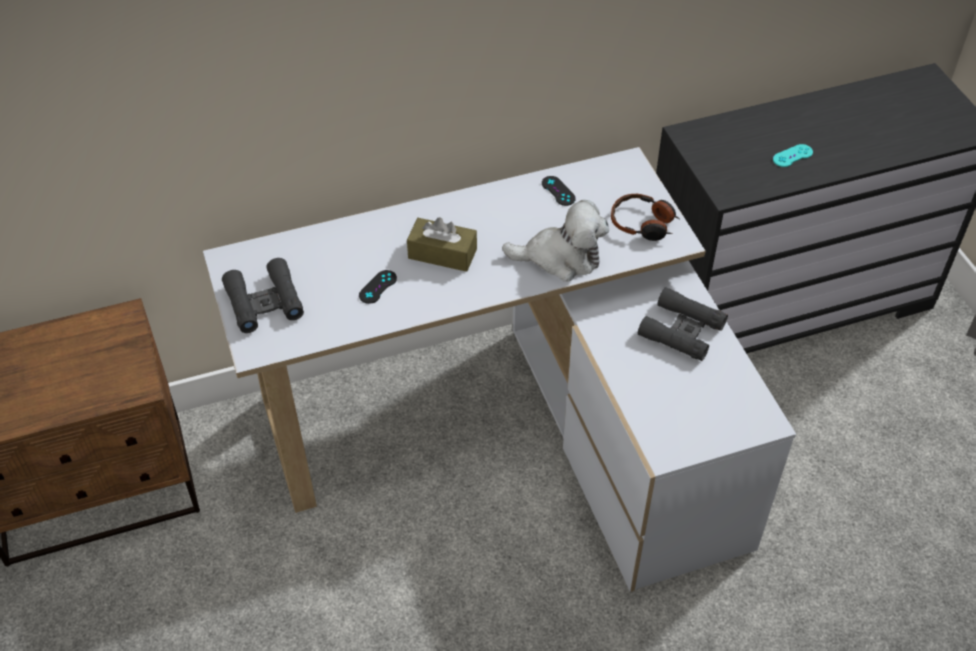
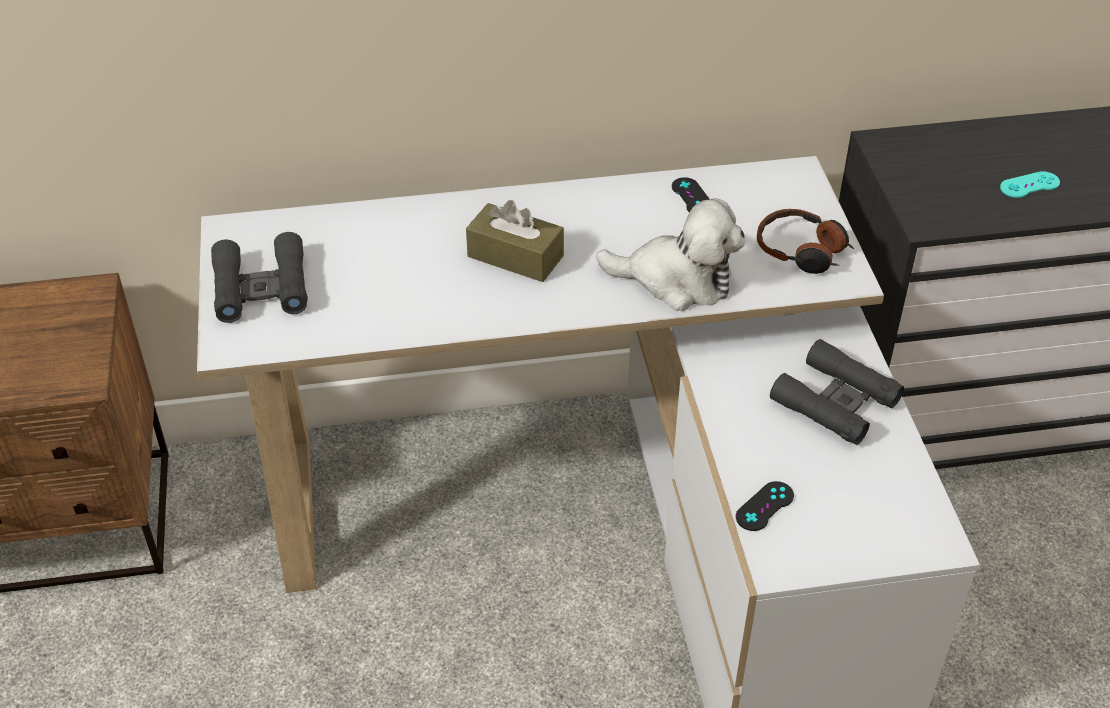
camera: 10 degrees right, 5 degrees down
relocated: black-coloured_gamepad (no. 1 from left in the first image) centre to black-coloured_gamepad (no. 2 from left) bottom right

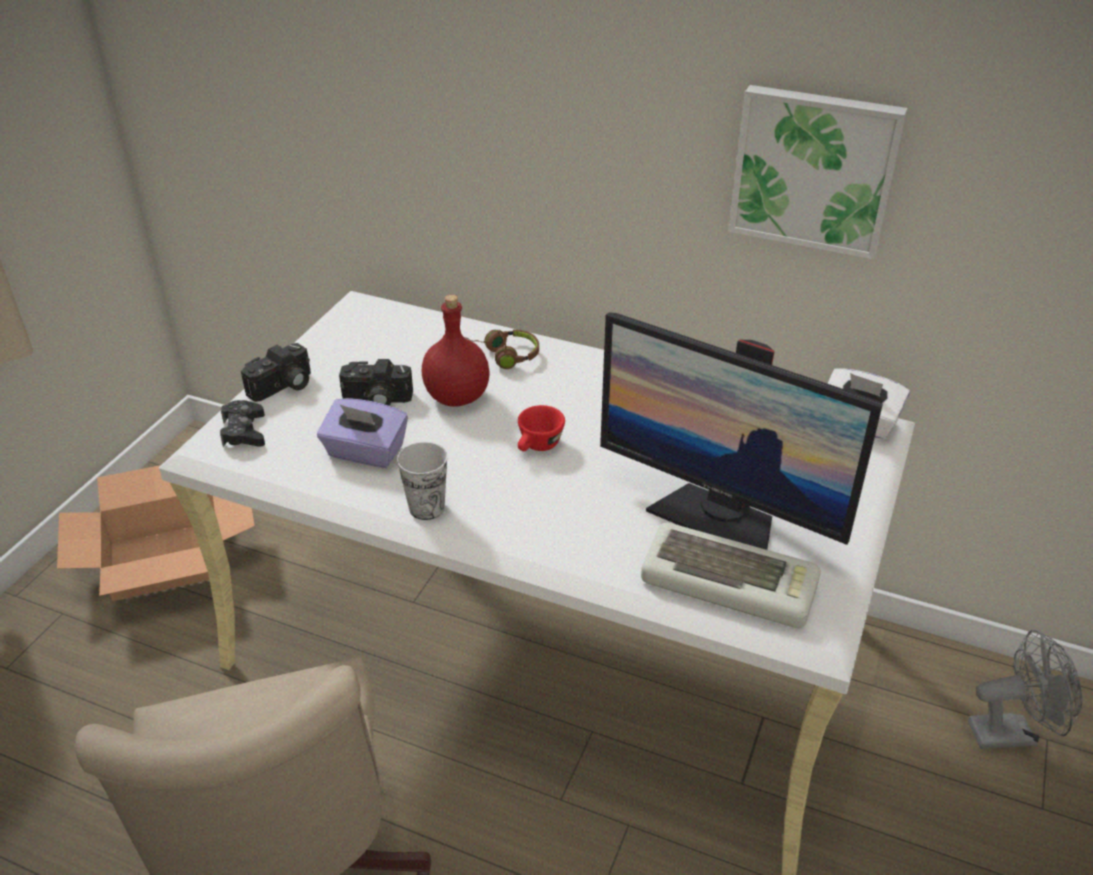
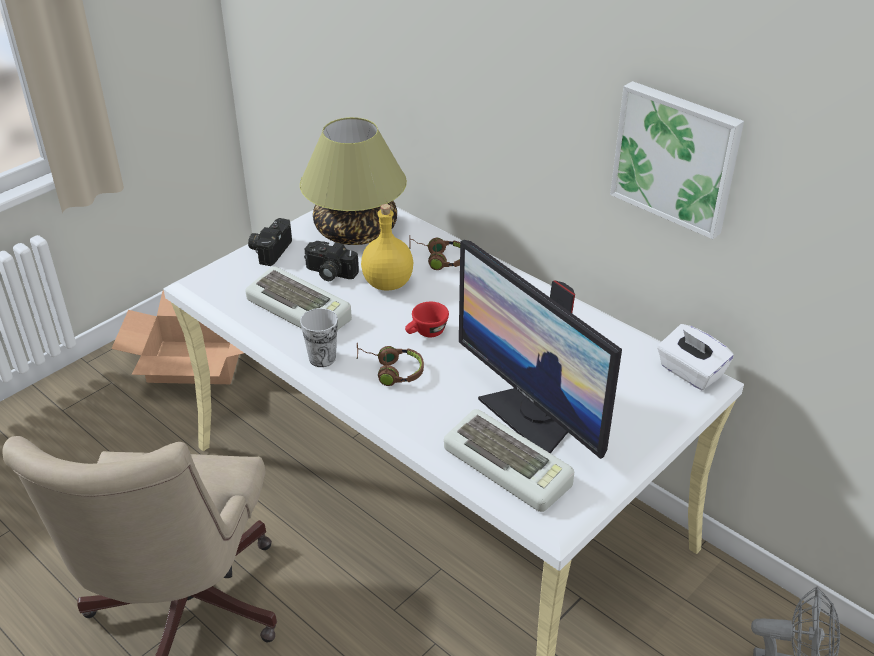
camera: 20 degrees right, 0 degrees up
missing: black-coloured_gamepad middle left
appeared: lamp_for_a_table top centre; brownish_headphones (no. 1 from left) centre
exchanged: purple_tissue_box middle left to computer_keyboard (no. 1 from left) centre
colour: red_bottle centre to yellowish_bottle centre
spun: photo_camera (no. 1 from left) middle left = middle left 135 degrees clockwise

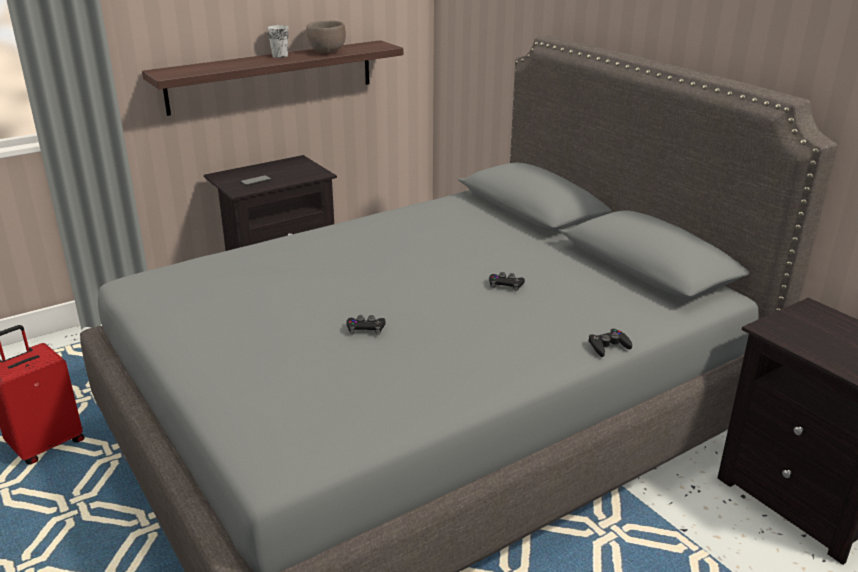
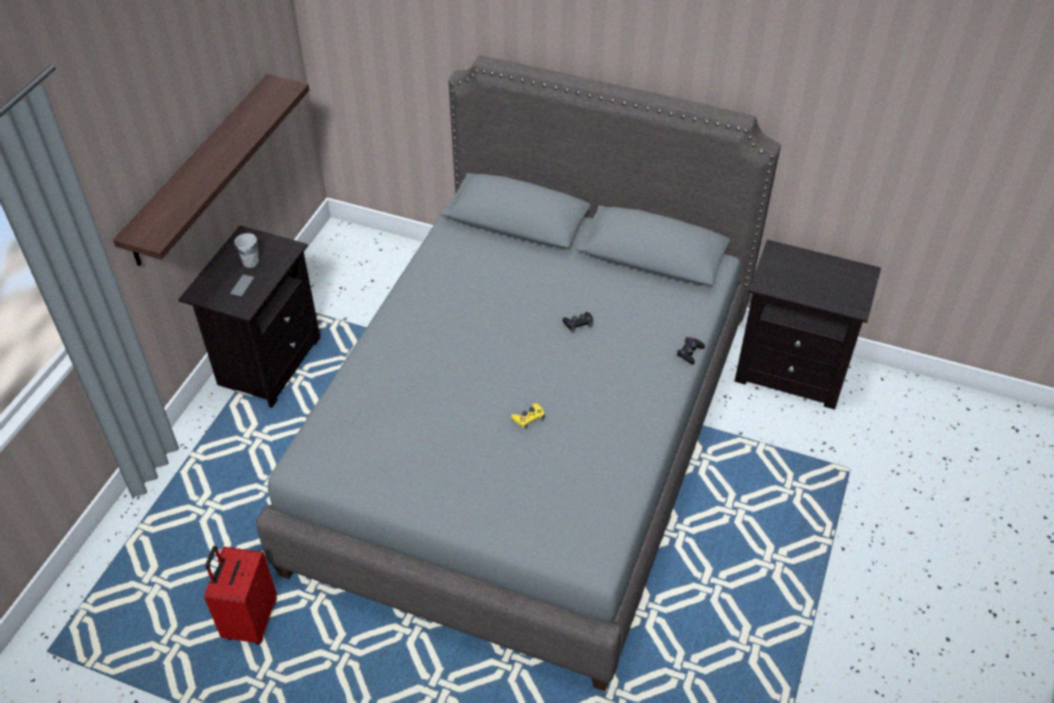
camera: 35 degrees left, 20 degrees up
missing: brownish_bowl top centre
relocated: cup top left to middle left
colour: black-coloured_gamepad (no. 1 from left) centre to yellowish_gamepad centre

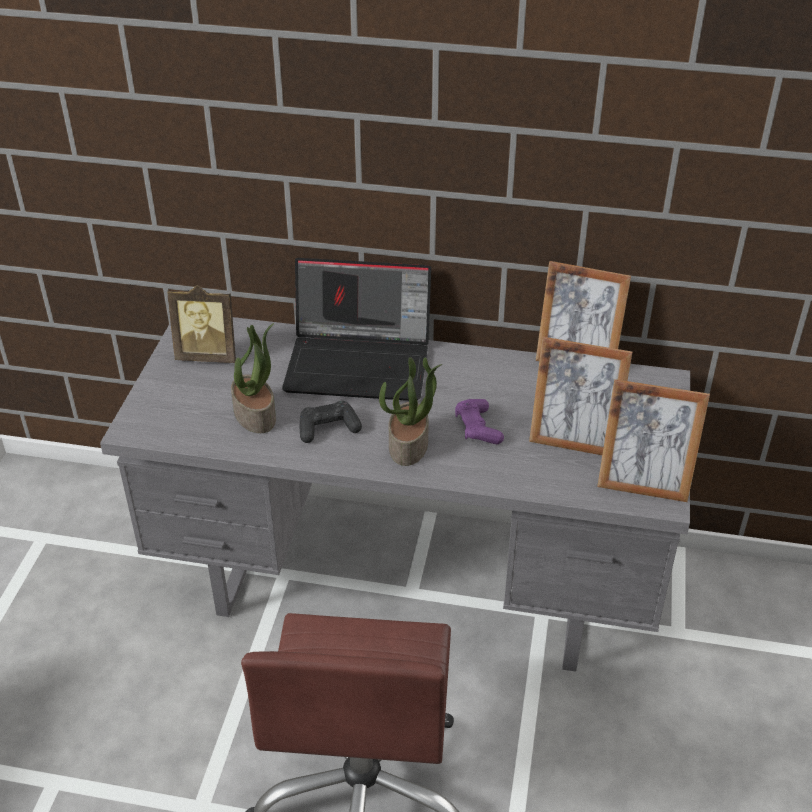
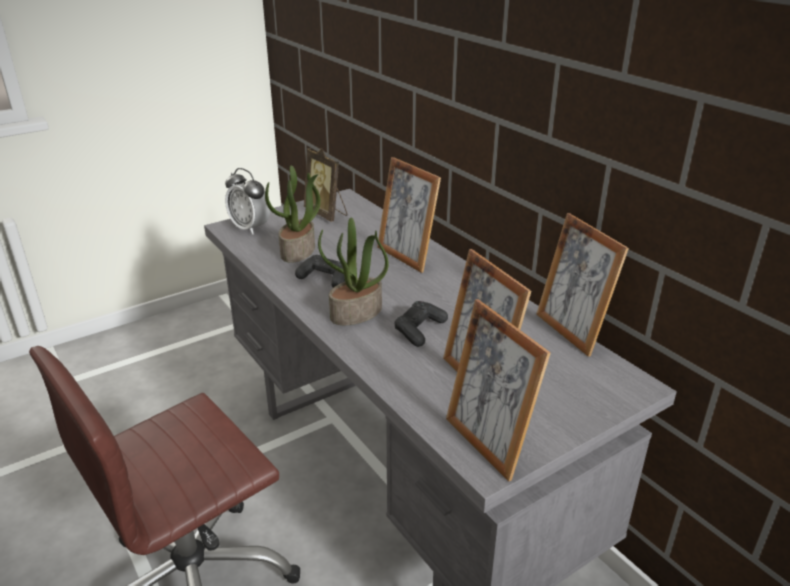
camera: 45 degrees right, 10 degrees down
appeared: table_clock middle left
exchanged: portable_computer centre to photo_frame (no. 2 from left) centre
colour: purple_gamepad centre to black-coloured_gamepad (no. 2 from left) centre

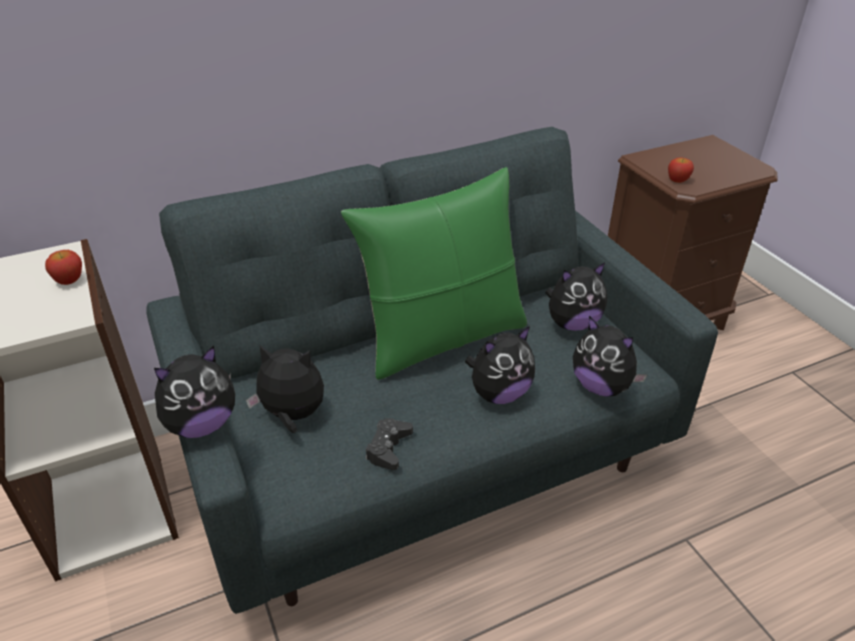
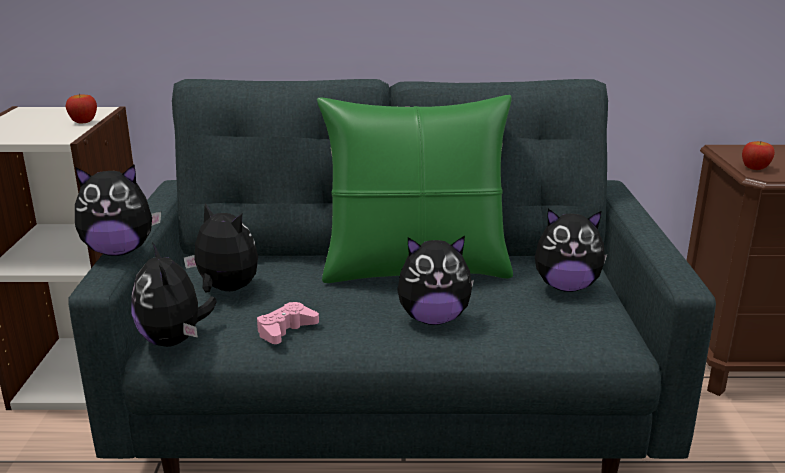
camera: 25 degrees right, 15 degrees down
relocated: plush_toy (no. 5 from left in the first image) middle right to plush_toy (no. 2 from left) middle left
colour: black-coloured_gamepad bottom centre to pinkish_gamepad bottom centre

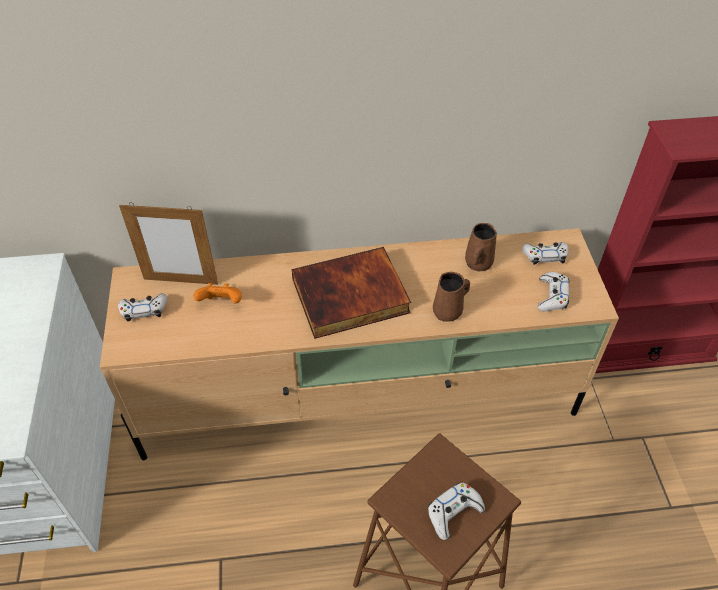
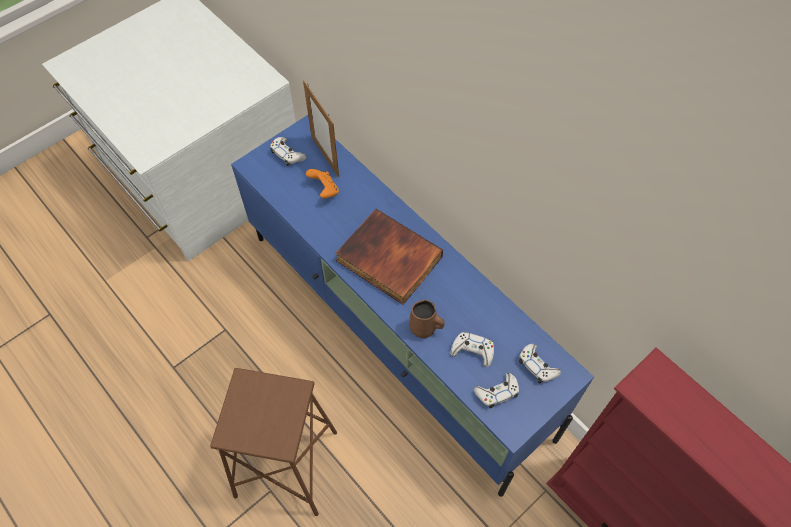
camera: 55 degrees right, 10 degrees up
missing: brownish_tea_mug (no. 2 from left) middle right
relocated: white-coloured_gamepad (no. 2 from left) bottom centre to centre
colour: beige-coloured_media_console centre to blue_media_console centre

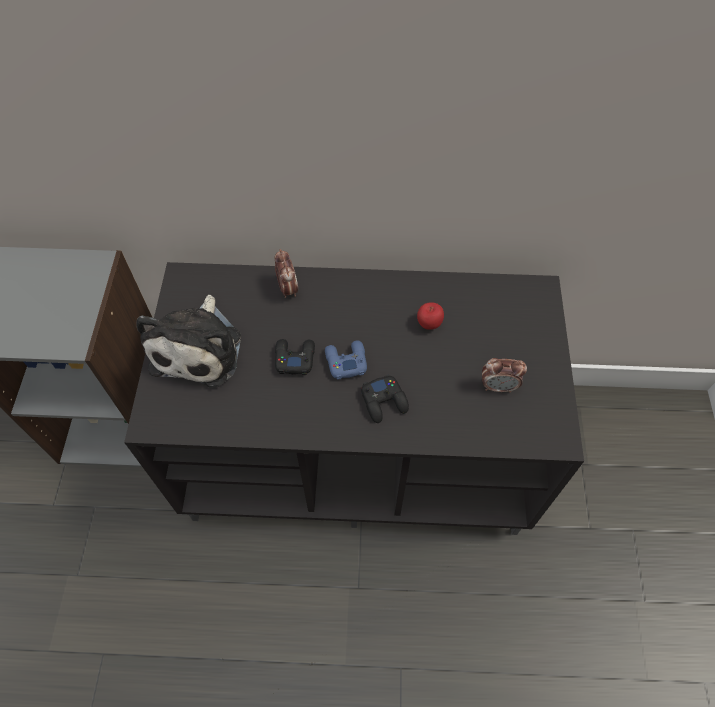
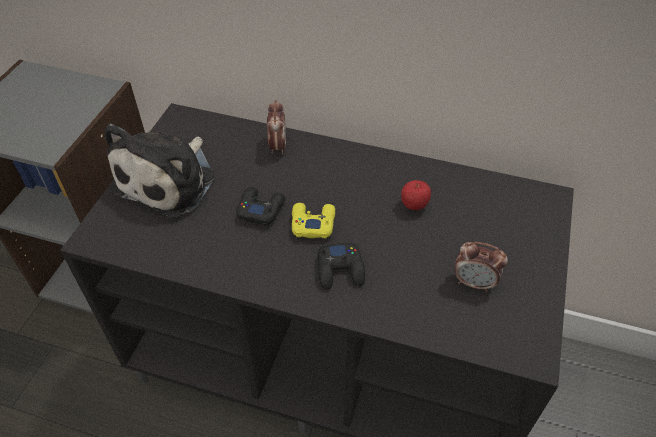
camera: 15 degrees right, 10 degrees down
colour: blue_gamepad centre to yellowish_gamepad centre

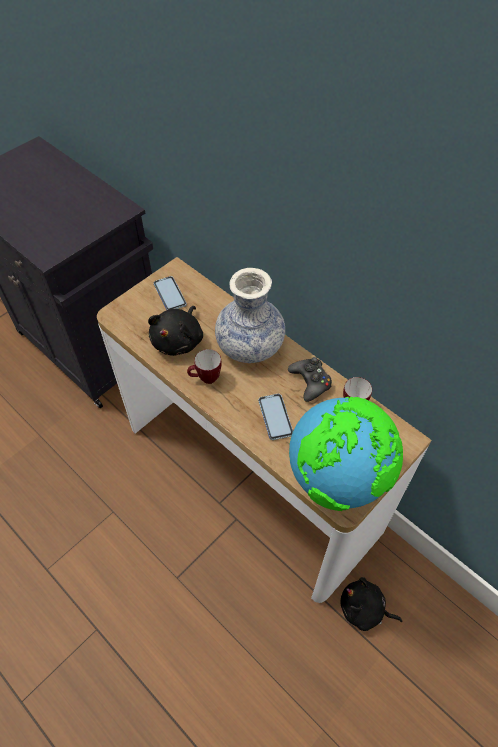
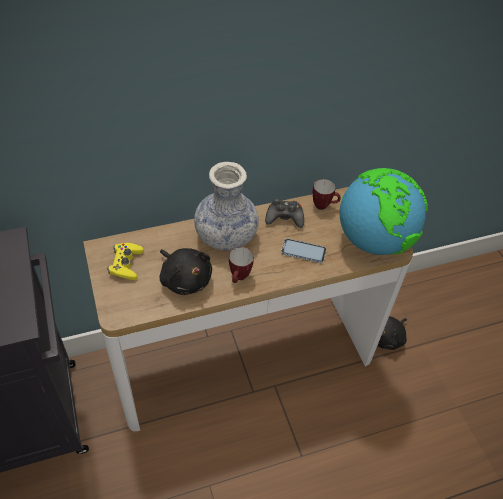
camera: 65 degrees left, 5 degrees down
exchanged: handset (no. 1 from left) centre to yellowish_gamepad middle left

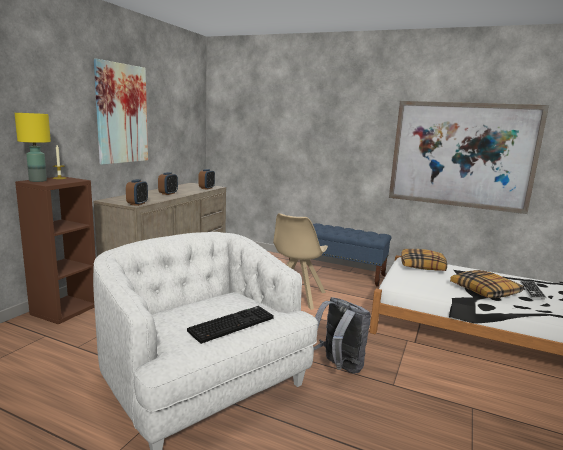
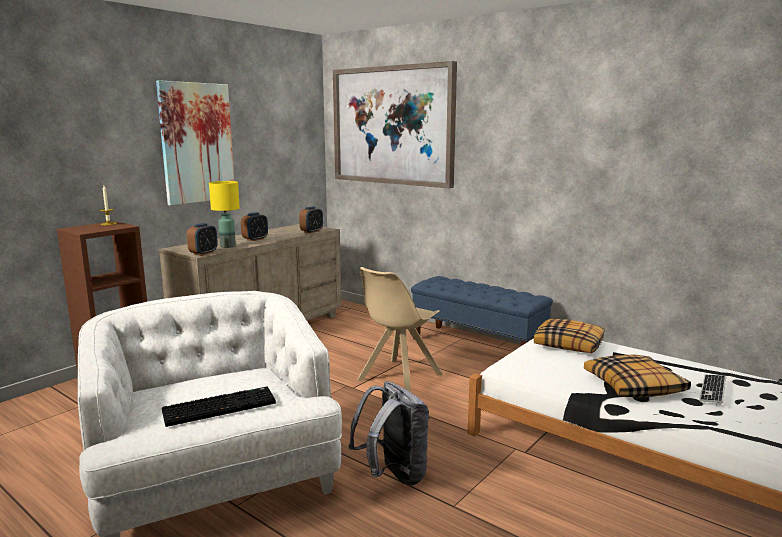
camera: 15 degrees right, 0 degrees up
relocated: yellowish_lamp_for_a_table top left to middle left; wall_picture (no. 2 from left) middle right to top centre

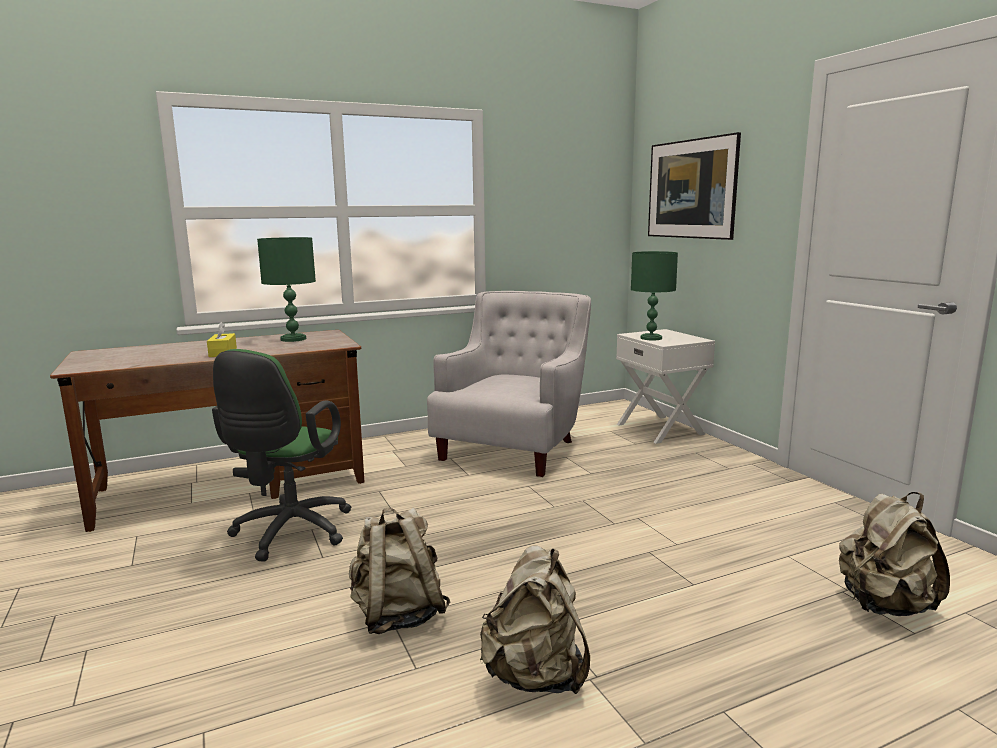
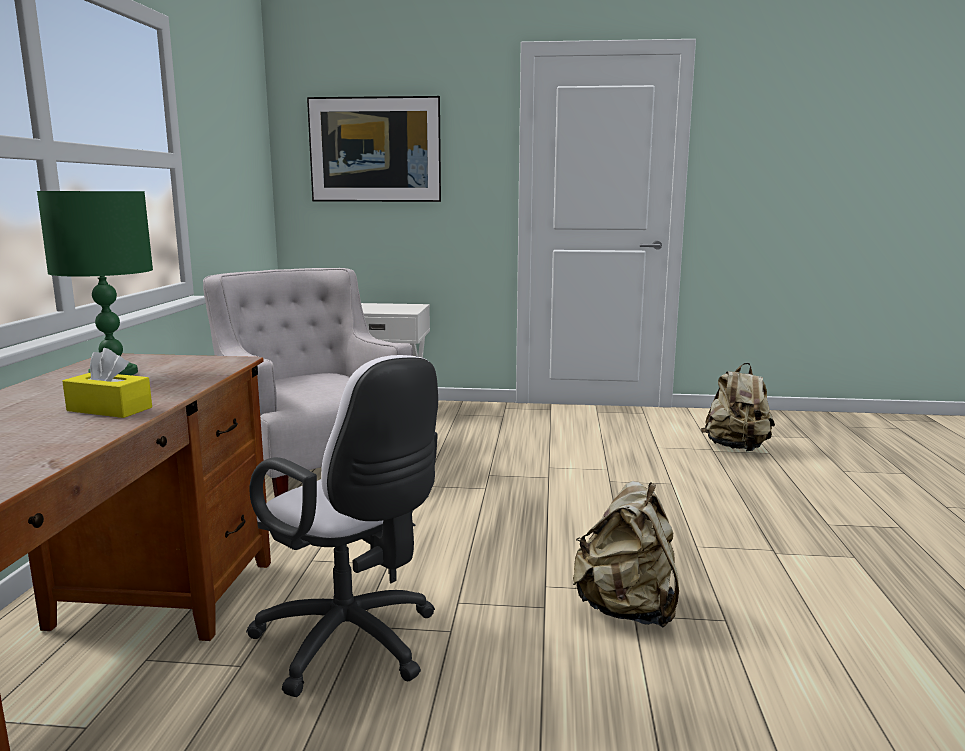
camera: 60 degrees left, 0 degrees up
missing: beige-coloured_rucksack (no. 2 from left) bottom centre; green_lamp_for_a_table (no. 2 from left) centre
colour: green_desk_chair middle left to white-coloured_desk_chair bottom centre

